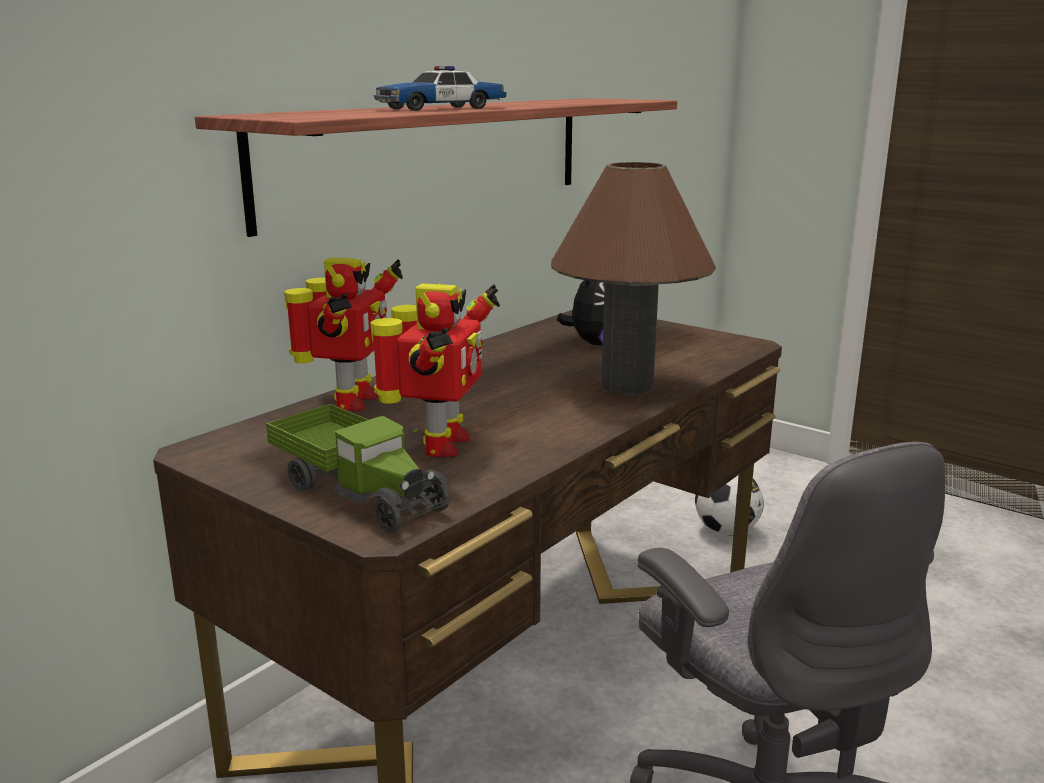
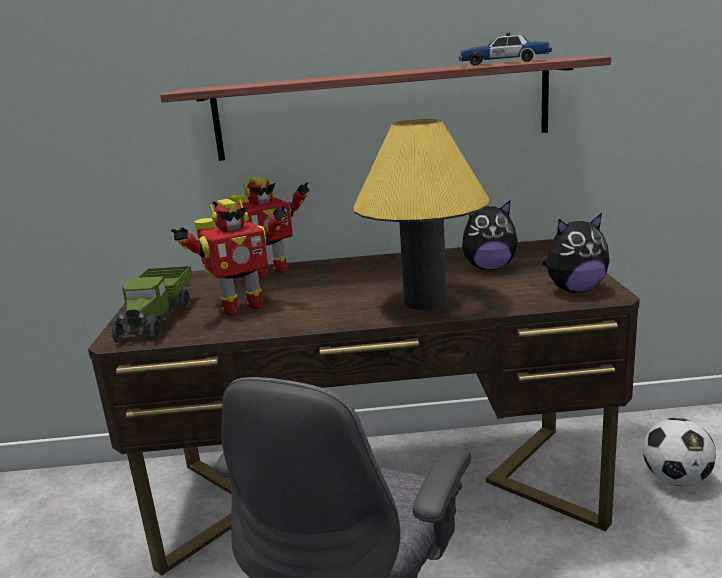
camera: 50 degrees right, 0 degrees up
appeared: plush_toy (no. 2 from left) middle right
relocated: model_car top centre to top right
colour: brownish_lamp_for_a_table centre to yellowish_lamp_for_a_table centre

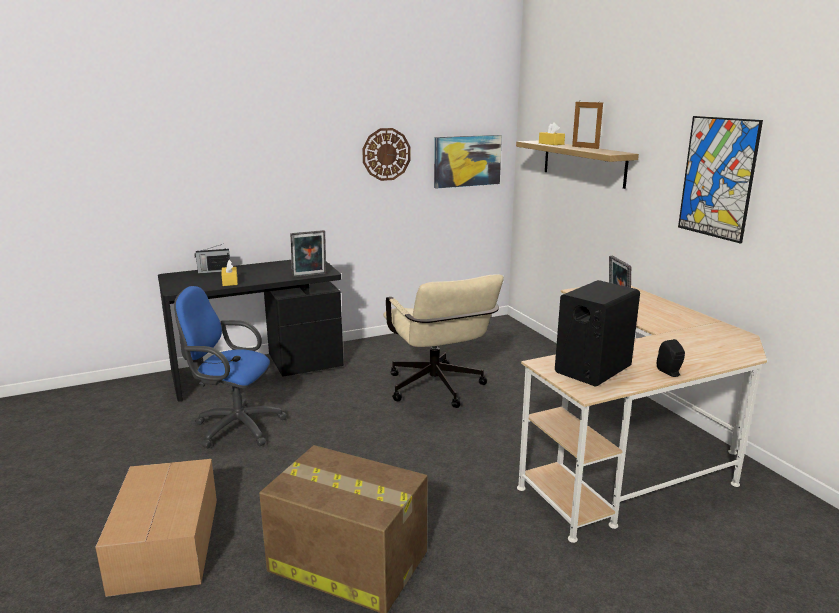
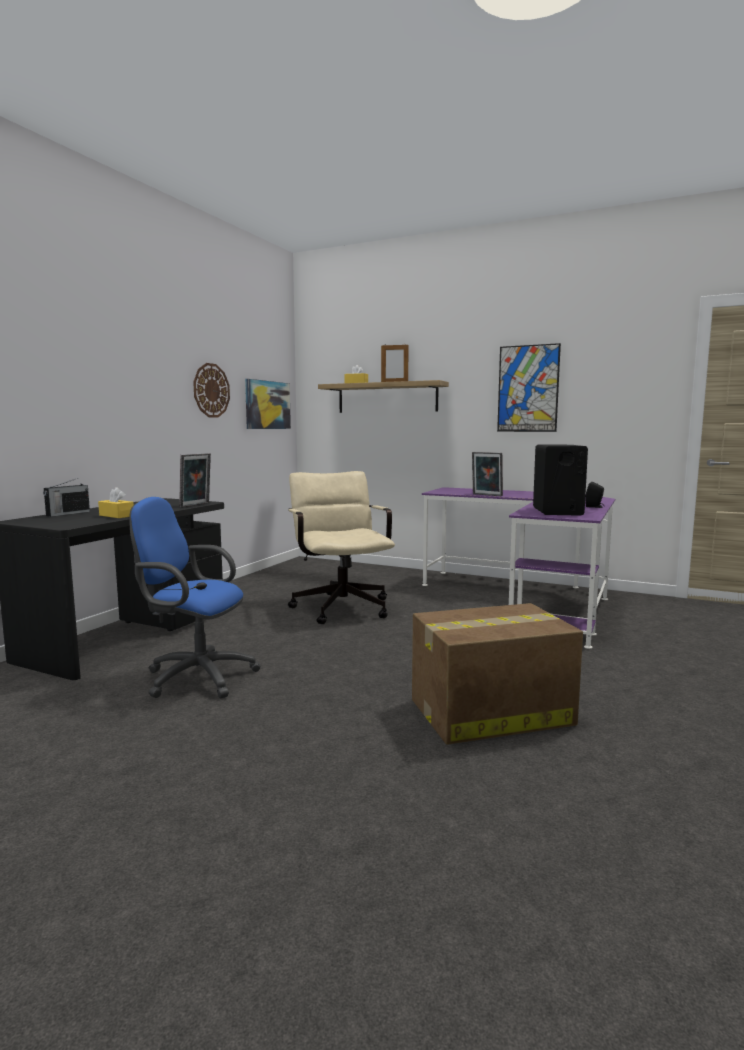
camera: 40 degrees left, 10 degrees down
missing: packing_box (no. 1 from left) bottom left
colour: beige-coloured_desk_table bottom right to purple_desk_table middle right
spun: blue_desk_chair middle left = middle left 45 degrees clockwise; beige-coloured_desk_chair centre = centre 135 degrees counterclockwise

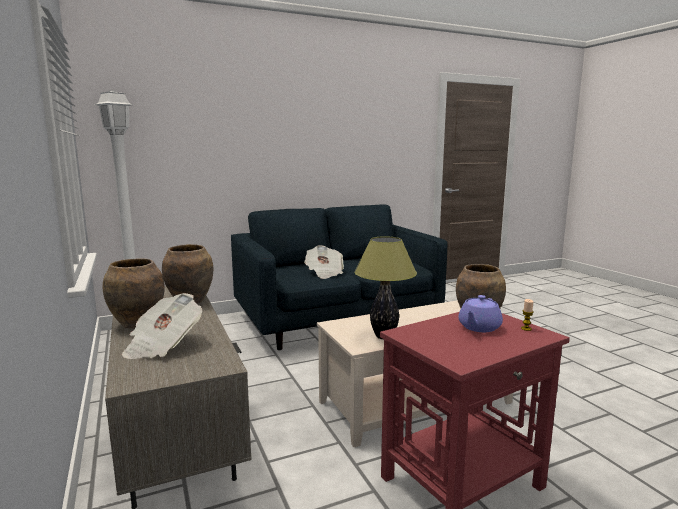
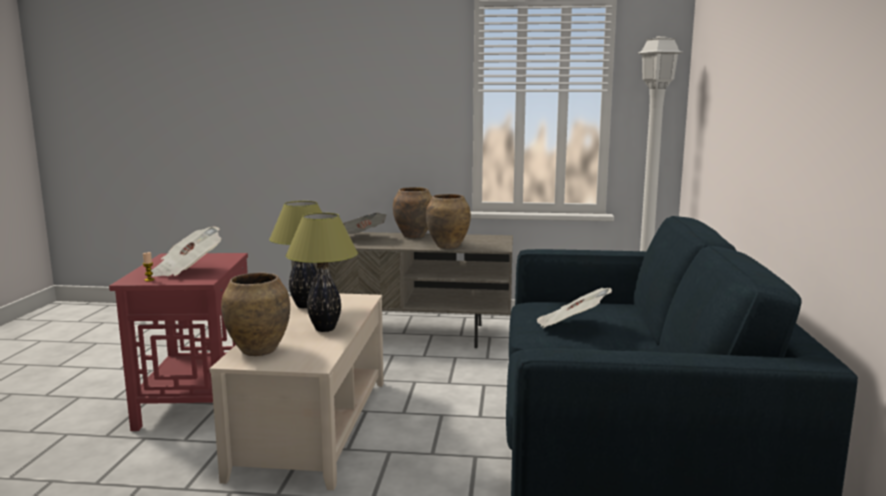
camera: 120 degrees right, 0 degrees up
appeared: lamp_for_a_table (no. 2 from left) centre
exchanged: purple_tea_pot middle right to newspaper (no. 1 from left) middle left

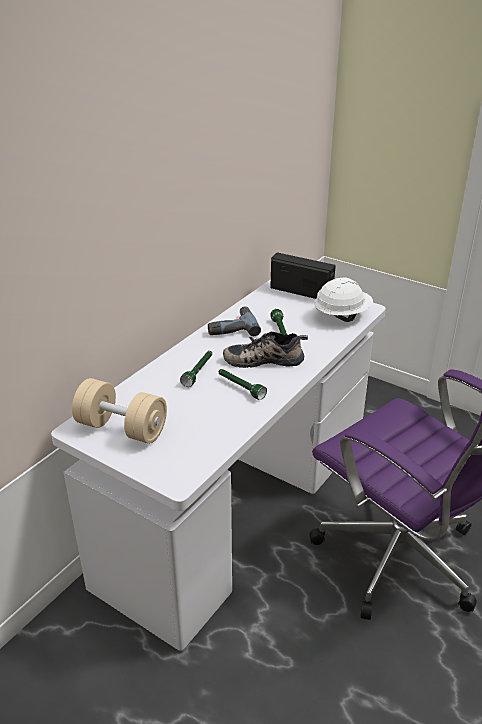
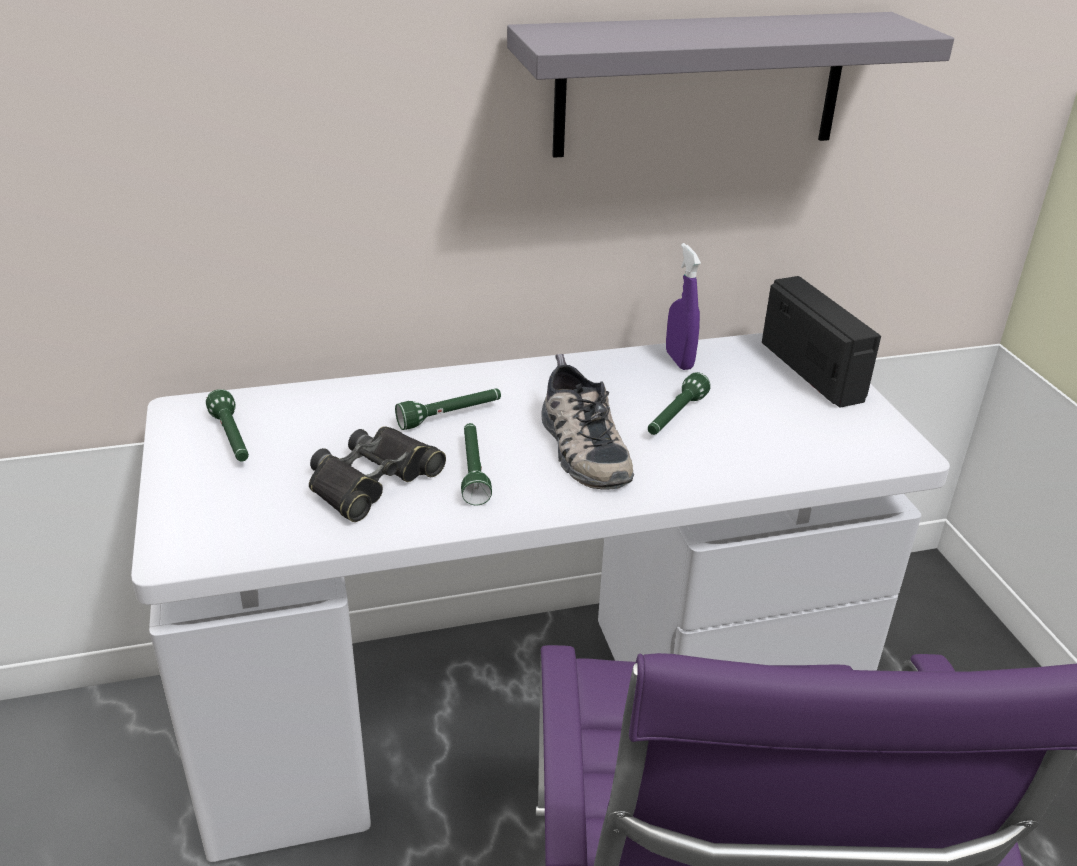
camera: 40 degrees right, 0 degrees up
missing: power_drill centre; white-coloured_safety_helmet middle right
appeared: black-coloured_binoculars centre; greyish_bracket_shelf top right; purple_spray_bottle centre
exchanged: beige-coloured_hand_weight middle left to green_hand_torch (no. 1 from left) middle left
spun: low_shoe centre = centre 150 degrees counterclockwise

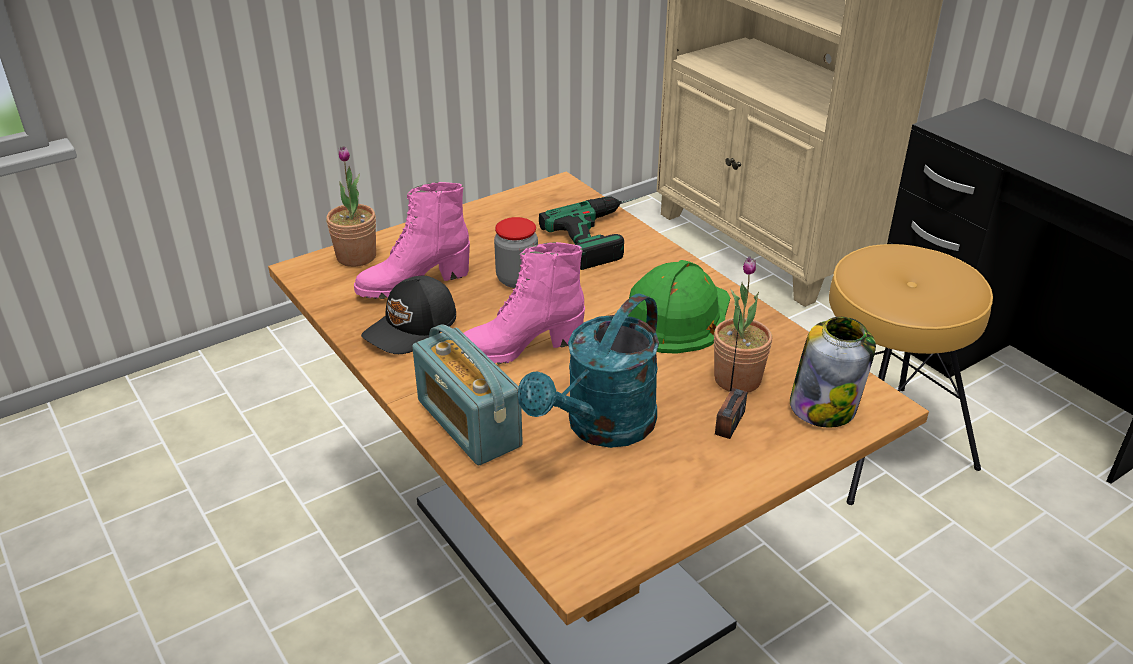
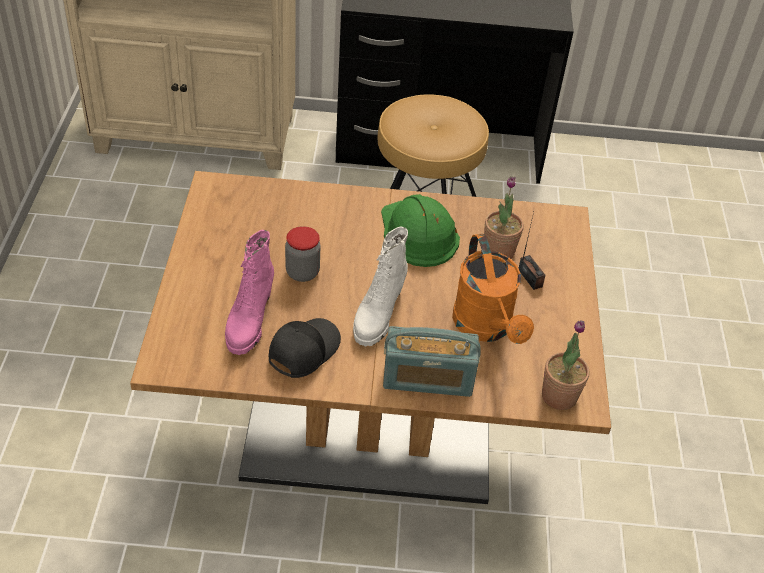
camera: 55 degrees left, 10 degrees up
missing: power_drill centre; storage_jar (no. 2 from left) middle right
relocated: plant_in_a_pot (no. 1 from left in the first image) top left to plant_in_a_pot (no. 2 from left) middle right
colour: pinkish_boot (no. 2 from left) centre to white-coloured_boot centre; blue-green_watering_can centre to orange_watering_can centre
spun: black-coloured_peaked_cap centre = centre 135 degrees counterclockwise

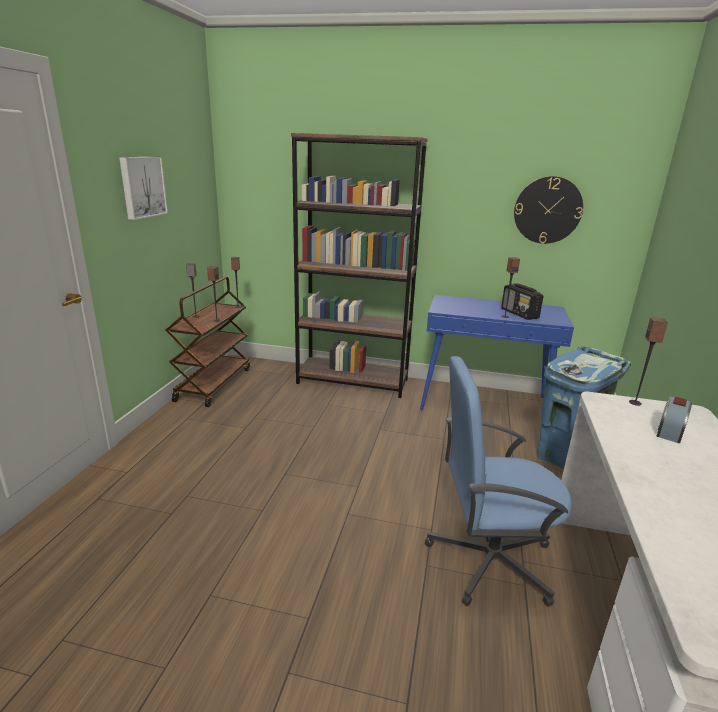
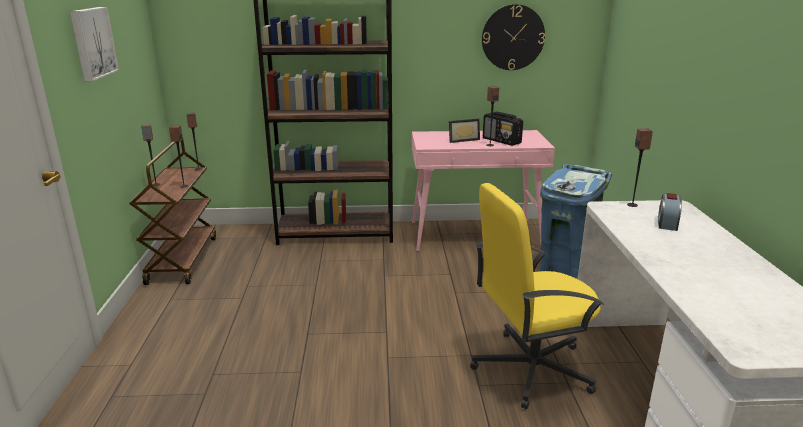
camera: 15 degrees left, 0 degrees up
appeared: photo_frame top centre
colour: blue_narrow_table middle right to pinkish_narrow_table centre; blue_desk_chair bottom right to yellowish_desk_chair bottom right

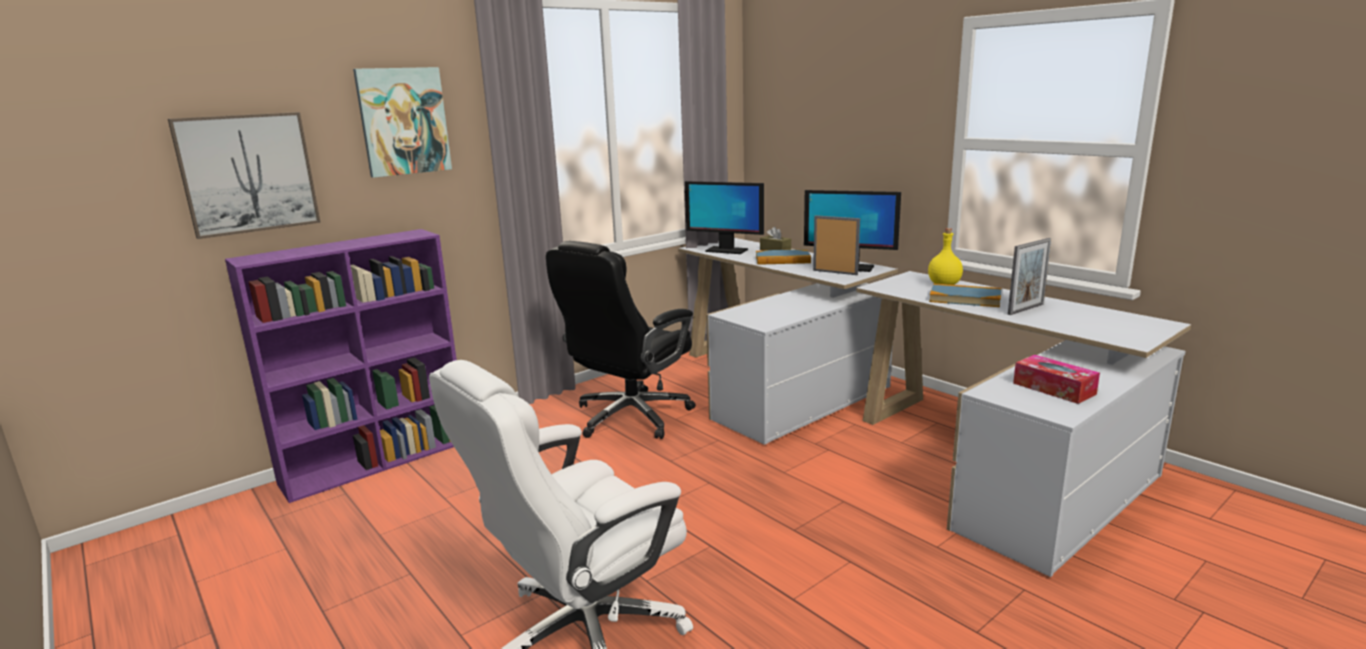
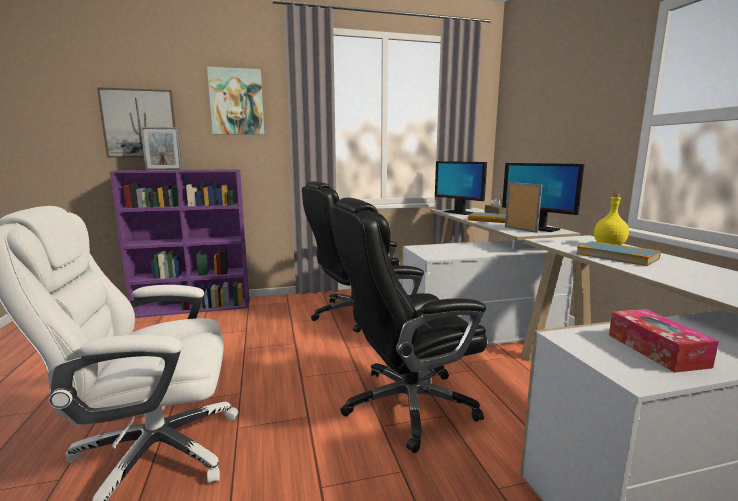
camera: 25 degrees right, 5 degrees down
appeared: black-coloured_desk_chair (no. 2 from left) centre
relocated: photo_frame (no. 2 from left in the first image) middle right to photo_frame (no. 1 from left) top left

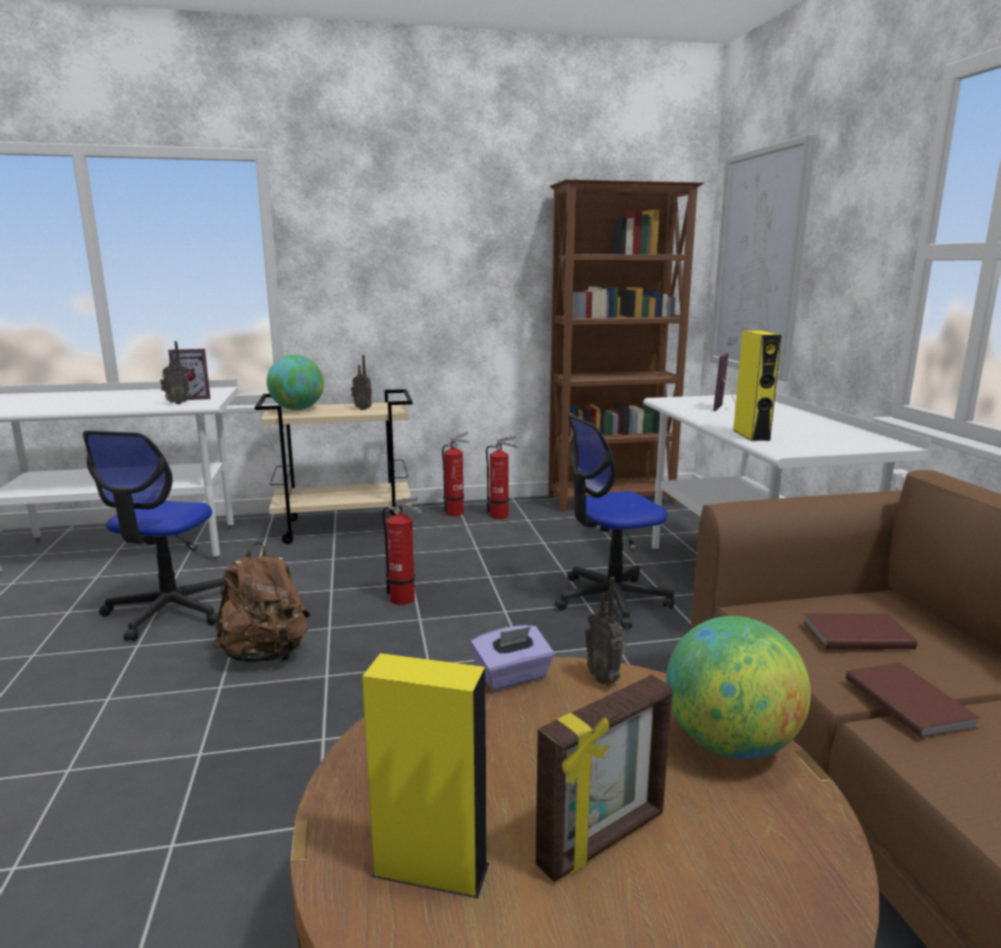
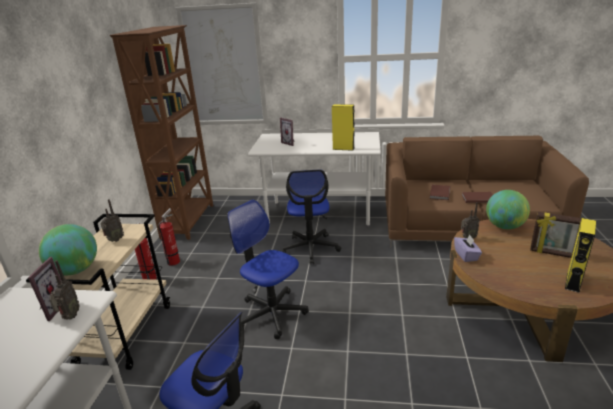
camera: 70 degrees left, 10 degrees up
missing: brownish_rucksack middle left
exchanged: fire-fighting_cylinder (no. 1 from left) centre to desk_chair (no. 2 from left) centre
spun: photo_frame (no. 2 from left in the first image) bottom centre = middle right 135 degrees clockwise

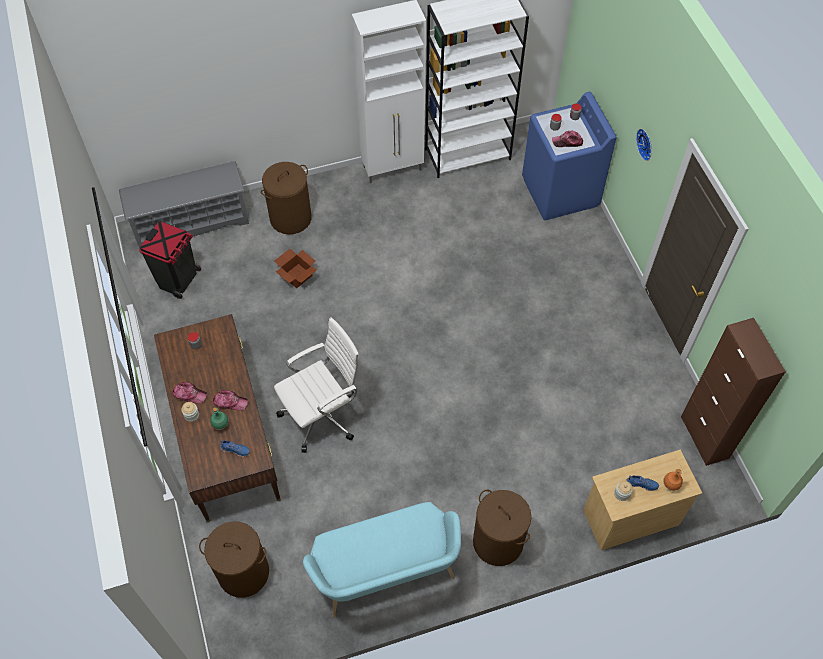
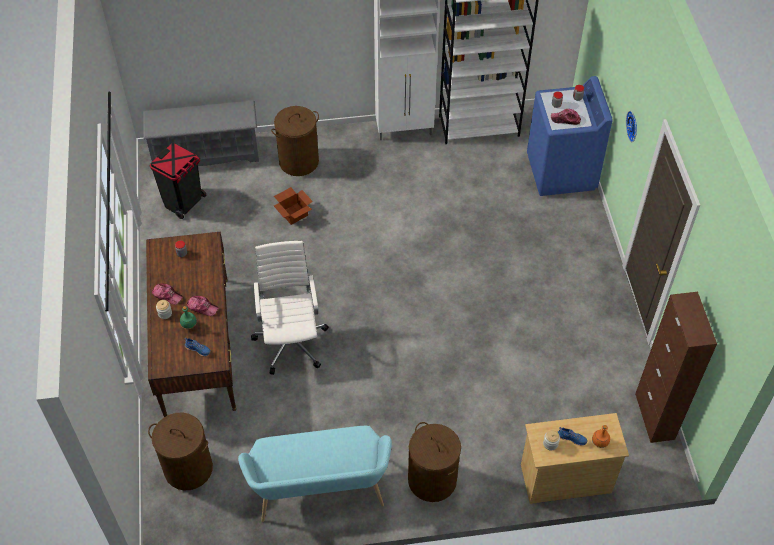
camera: 10 degrees right, 5 degrees down
spun: white-coloured_desk_chair centre = centre 75 degrees counterclockwise

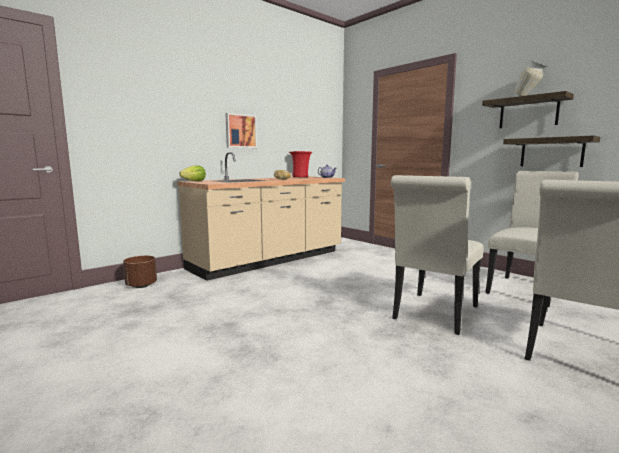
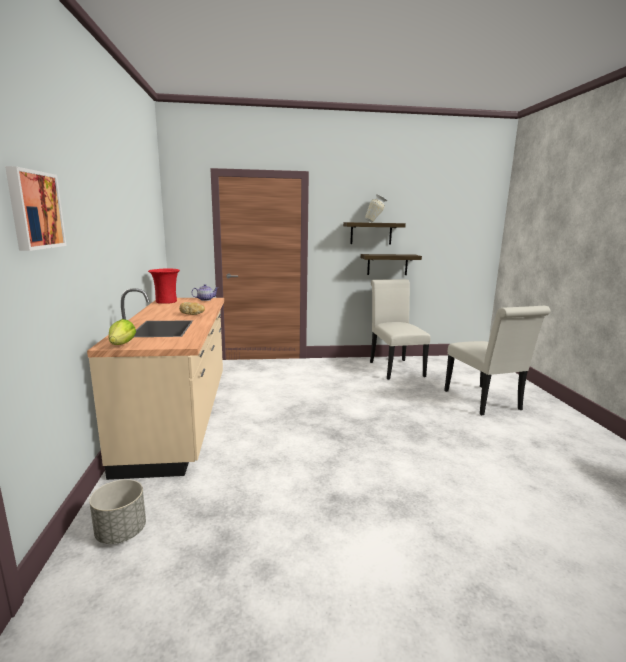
camera: 55 degrees left, 5 degrees up
missing: white-coloured_chair (no. 1 from left) middle right
relocated: wall_picture top centre to top left
colour: brownish_planter middle left to greyish_planter bottom left

